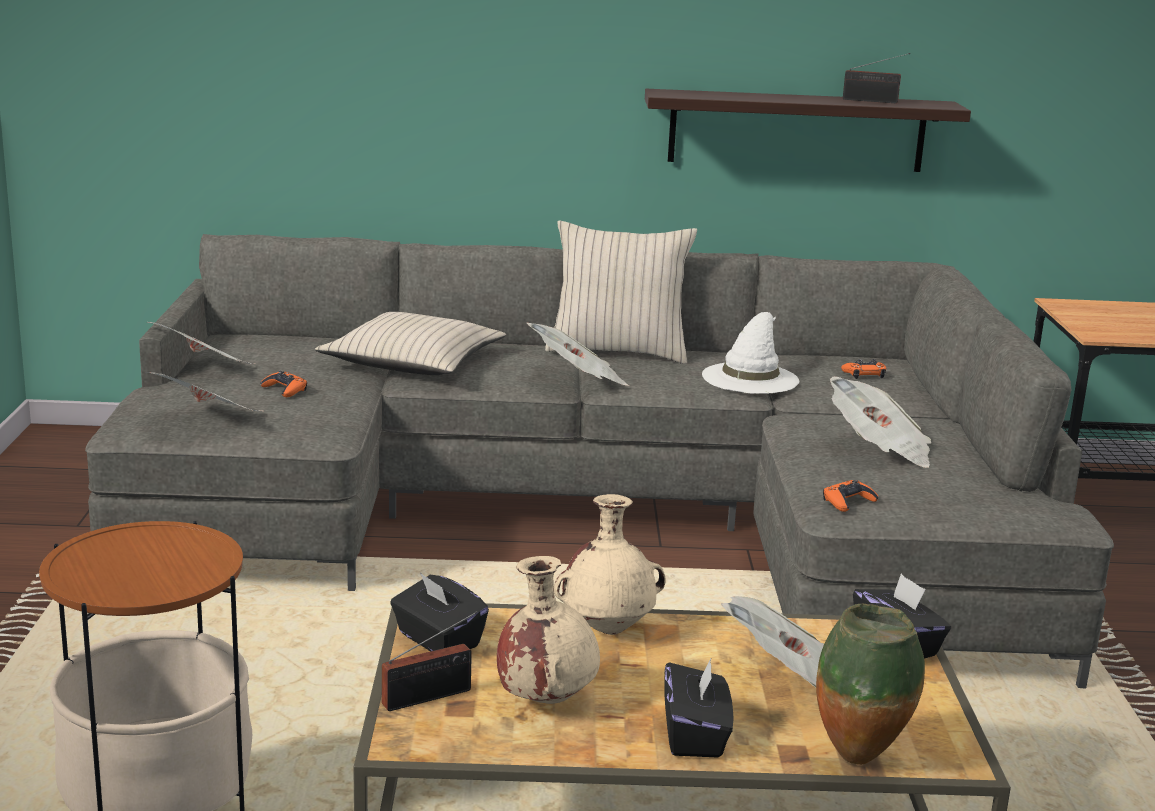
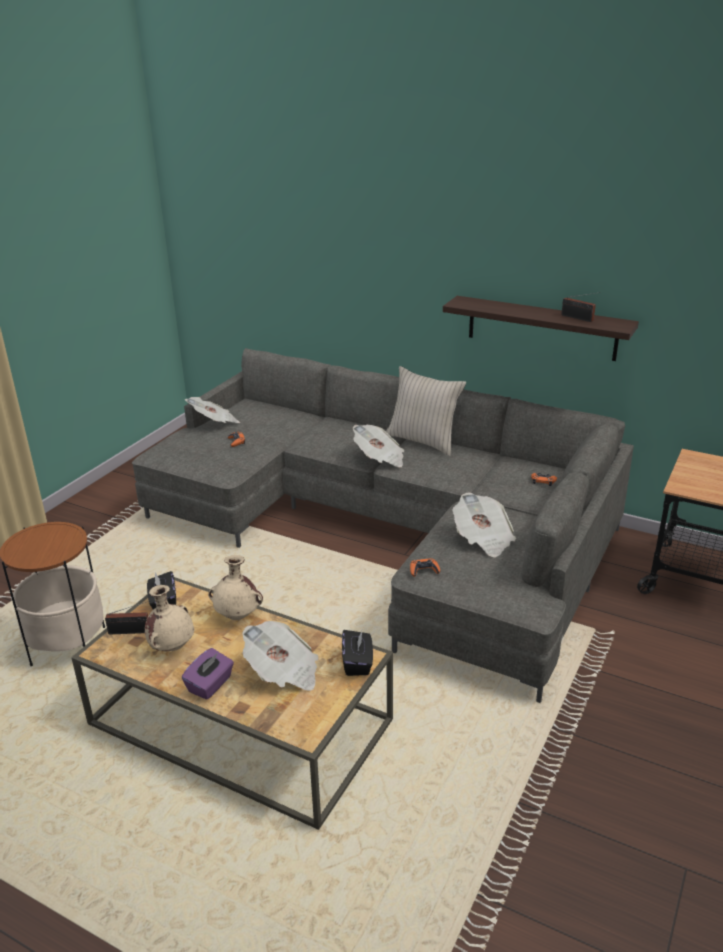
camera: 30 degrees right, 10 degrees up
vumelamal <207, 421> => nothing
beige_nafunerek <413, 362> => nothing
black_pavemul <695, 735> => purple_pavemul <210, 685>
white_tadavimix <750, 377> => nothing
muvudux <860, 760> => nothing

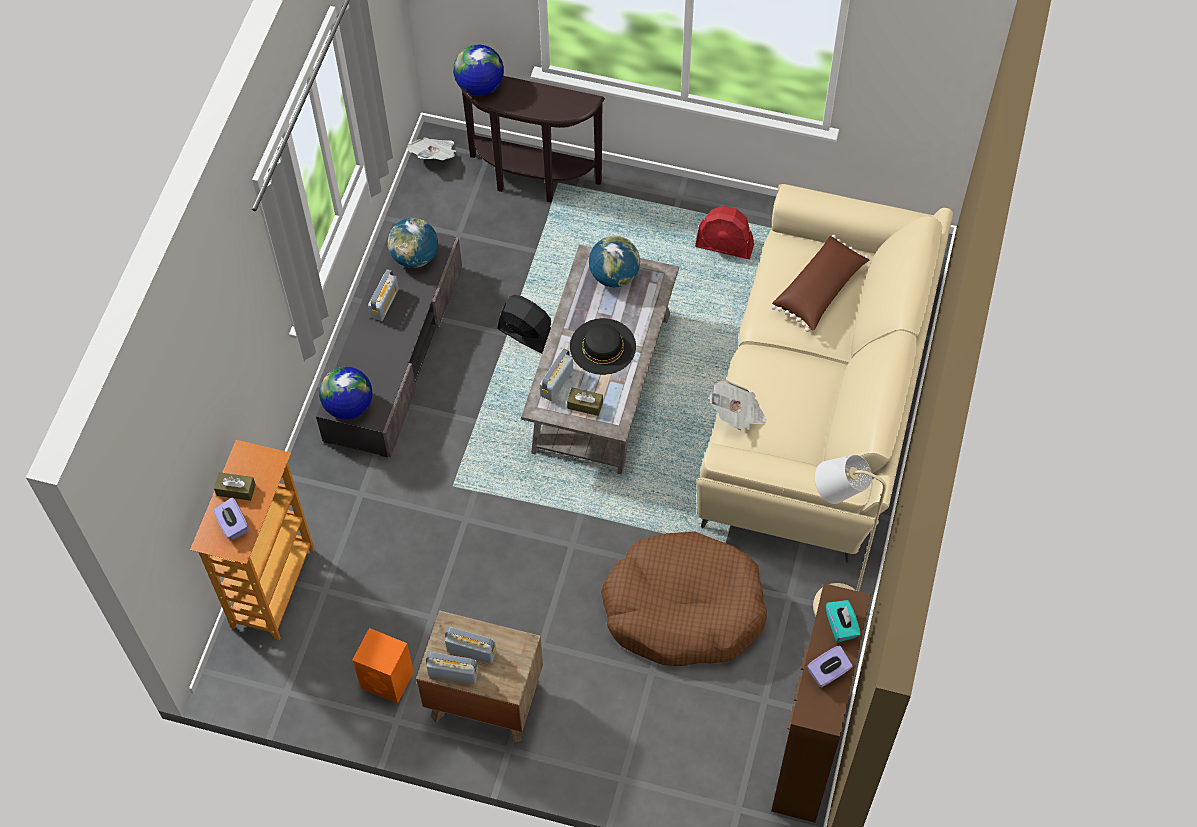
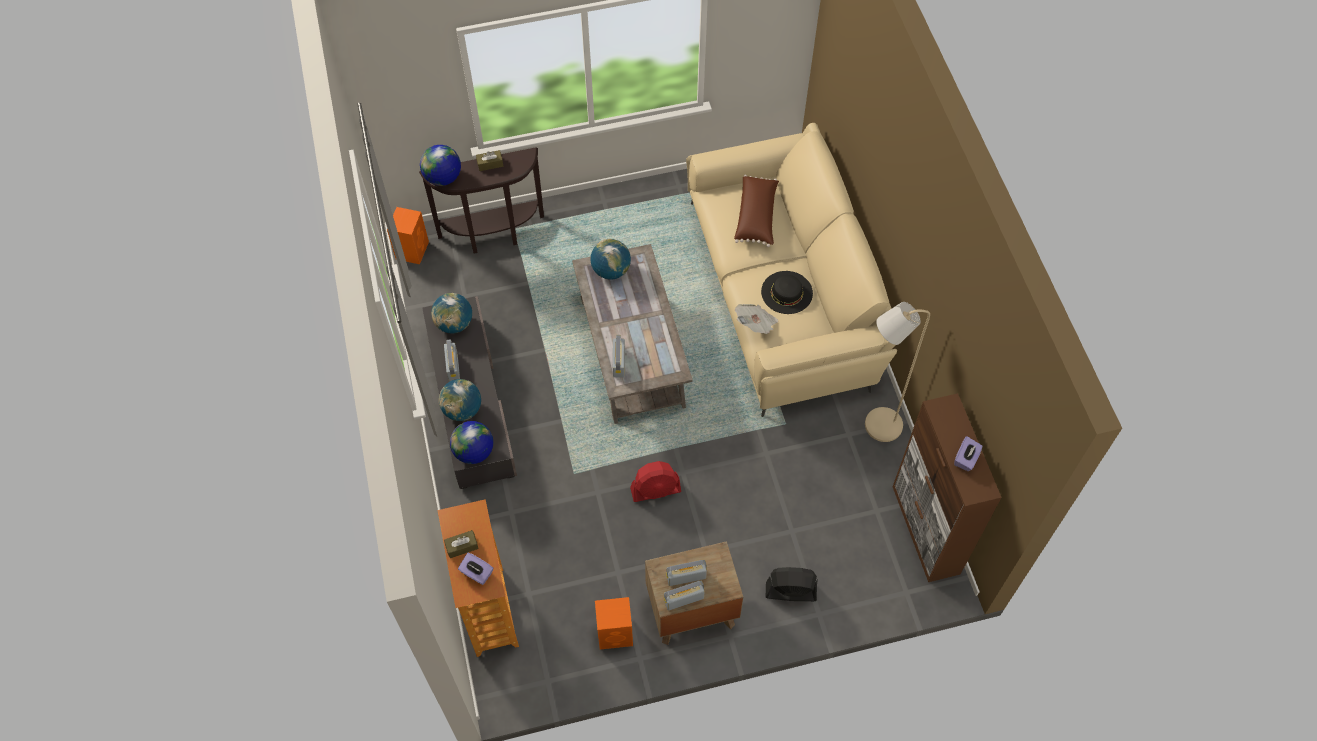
camera: 30 degrees left, 0 degrees up
vumelamal <435, 156> => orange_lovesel <412, 249>
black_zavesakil <526, 335> => black_zavesakil <790, 591>, shifted
brown_pavemul <585, 405> => brown_pavemul <490, 164>, shifted
black_tadavimix <602, 346> => black_tadavimix <787, 292>, shifted
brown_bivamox <683, 609> => nothing
red_zavesakil <724, 246> => red_zavesakil <656, 490>, shifted
turquoise_pavemul <841, 626> => nothing
nothing => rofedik <462, 410>

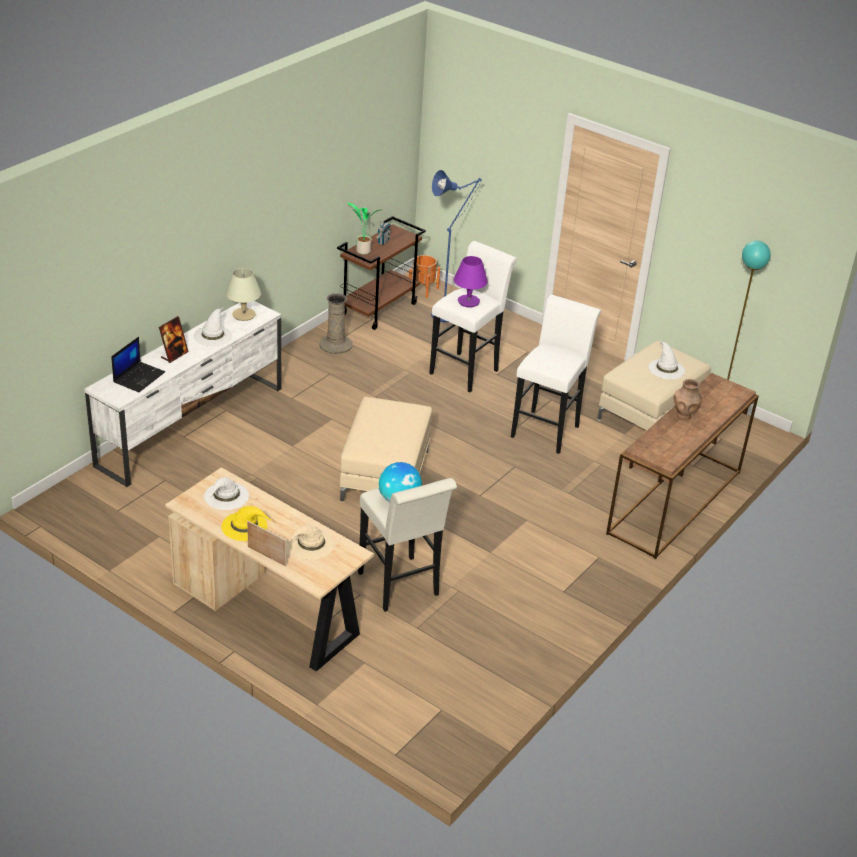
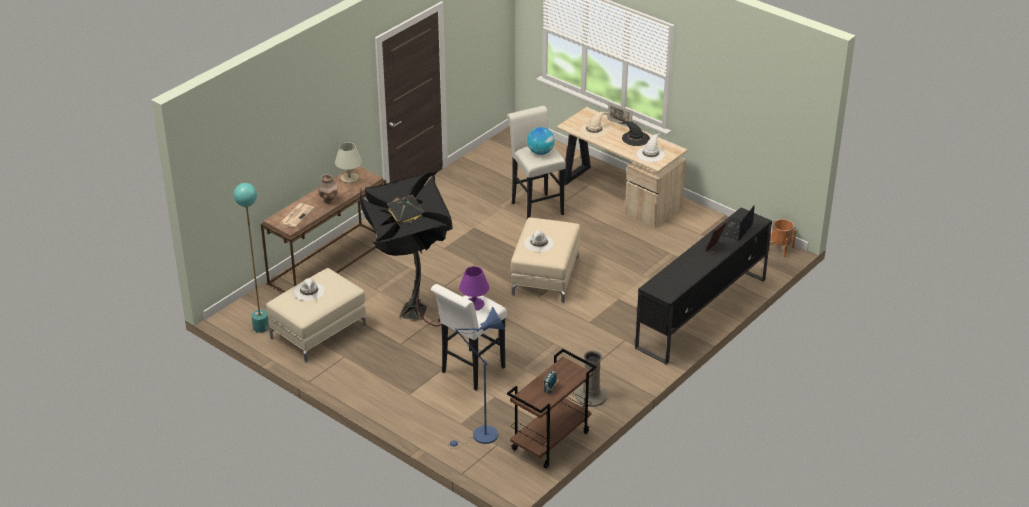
camera: 175 degrees left, 0 degrees up
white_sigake <192, 426> => black_sigake <701, 313>
white_tadavimix <213, 335> => white_tadavimix <539, 243>, shifted
yellow_tadavimix <245, 526> => black_tadavimix <635, 138>
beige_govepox <244, 315> => beige_govepox <349, 178>, shifted
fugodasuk <362, 251> => nothing
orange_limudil <423, 289> => orange_limudil <780, 249>, shifted
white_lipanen <547, 429> => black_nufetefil <410, 317>
nothing => vumelamal <297, 215>

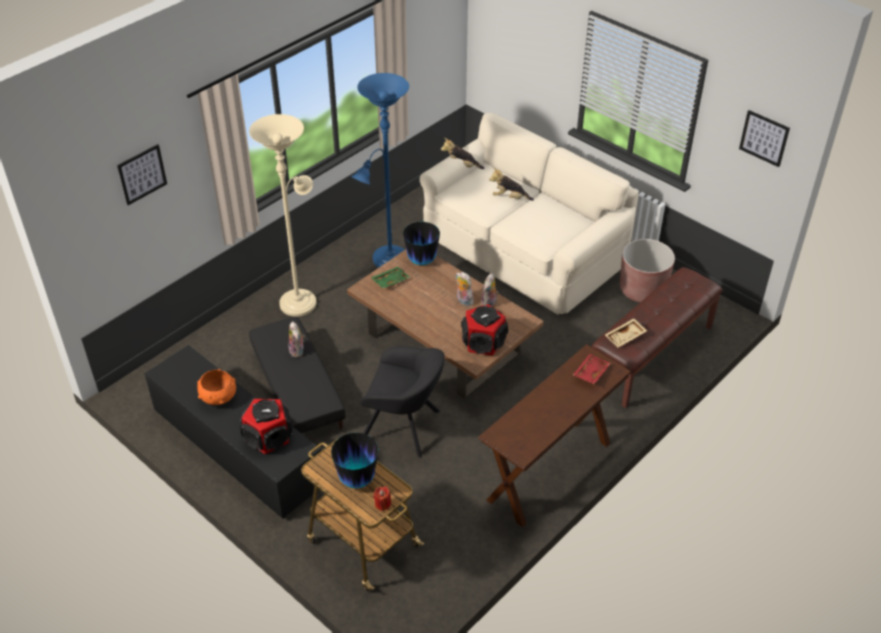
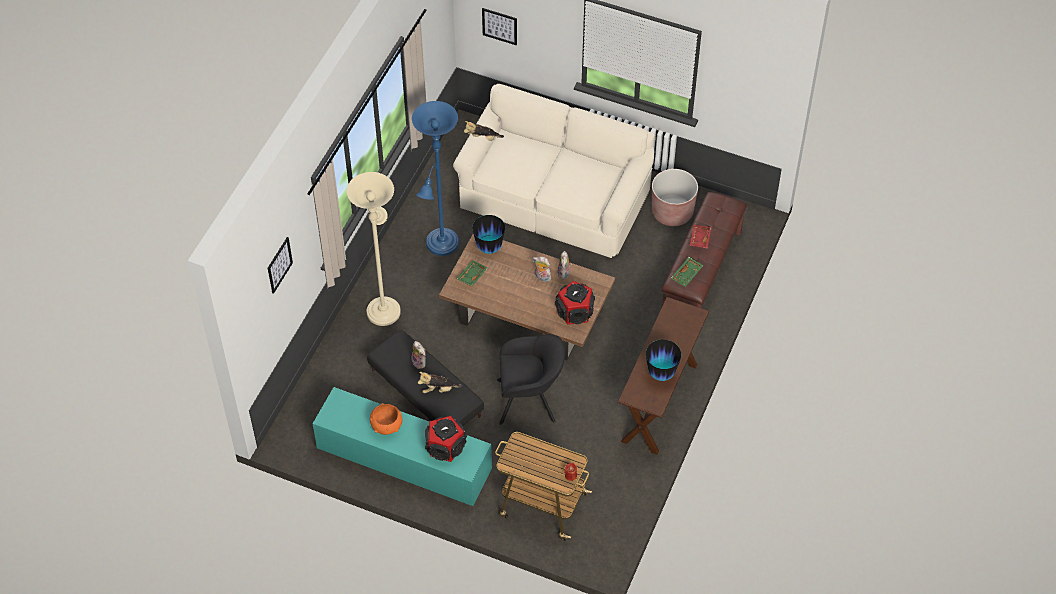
camera: 20 degrees left, 10 degrees up
black_sigake <236, 448> => turquoise_sigake <403, 460>
muvudux <357, 480> => muvudux <661, 373>, shifted
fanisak <509, 198> => fanisak <438, 389>, shifted
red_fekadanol <590, 372> => red_fekadanol <699, 239>, shifted
beige_fekadanol <625, 337> => green_fekadanol <687, 275>
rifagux <764, 138> => rifagux <499, 26>, shifted

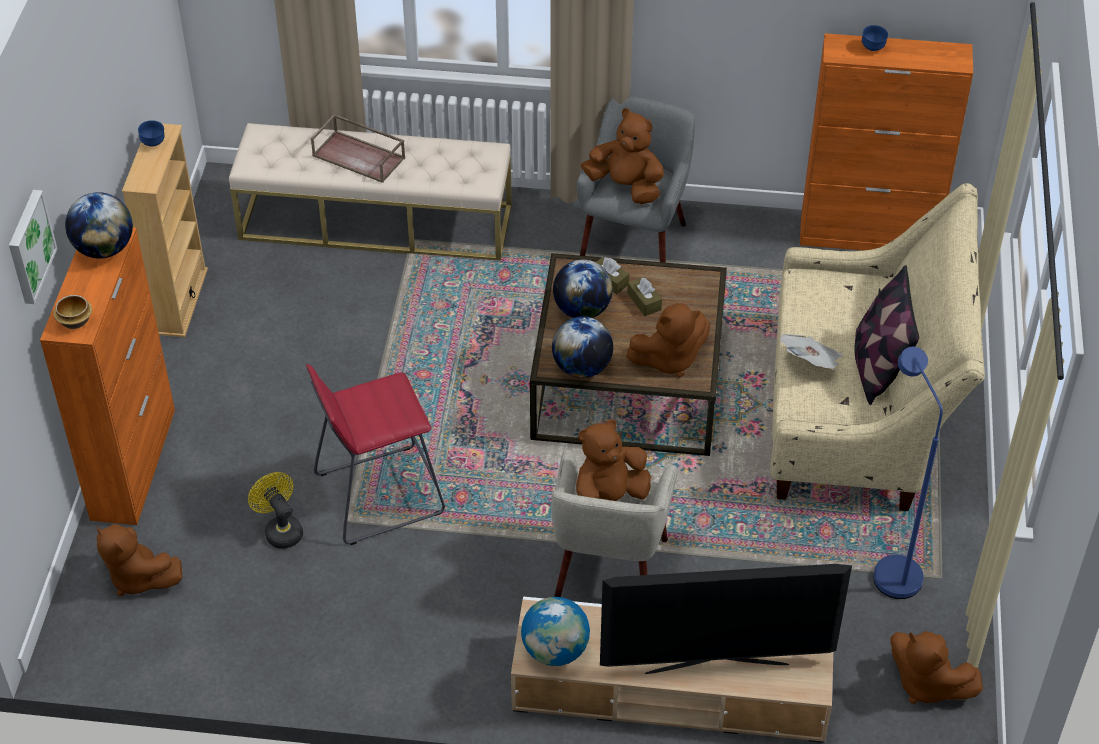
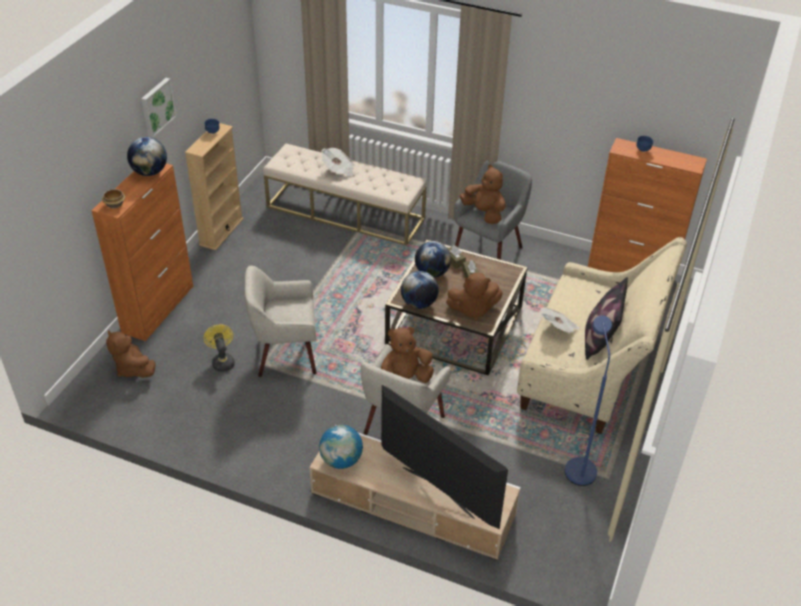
camera: 15 degrees right, 5 degrees down
rifagux <29, 246> => rifagux <157, 107>, shifted
red_lipanen <378, 495> => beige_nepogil <285, 354>
brown_fekadanol <360, 156> => vumelamal <338, 170>
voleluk <716, 667> => voleluk <436, 493>, 150 degrees counterclockwise
brown_fanisak <926, 684> => nothing

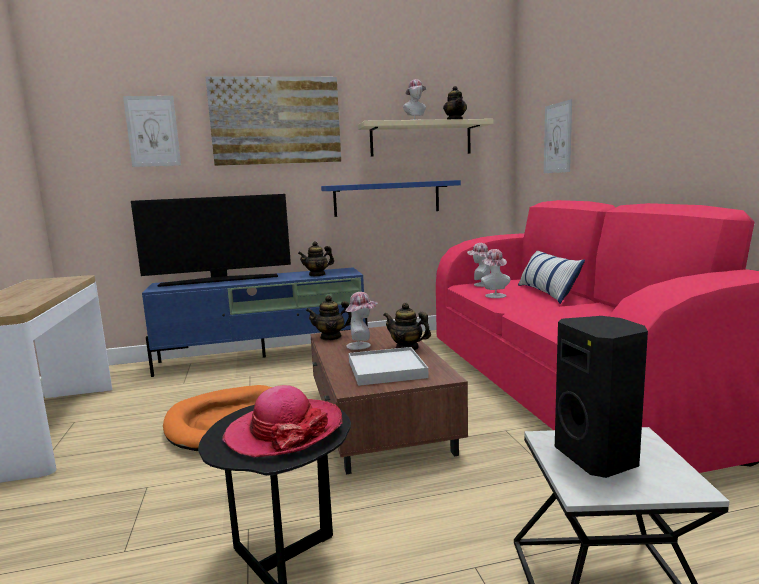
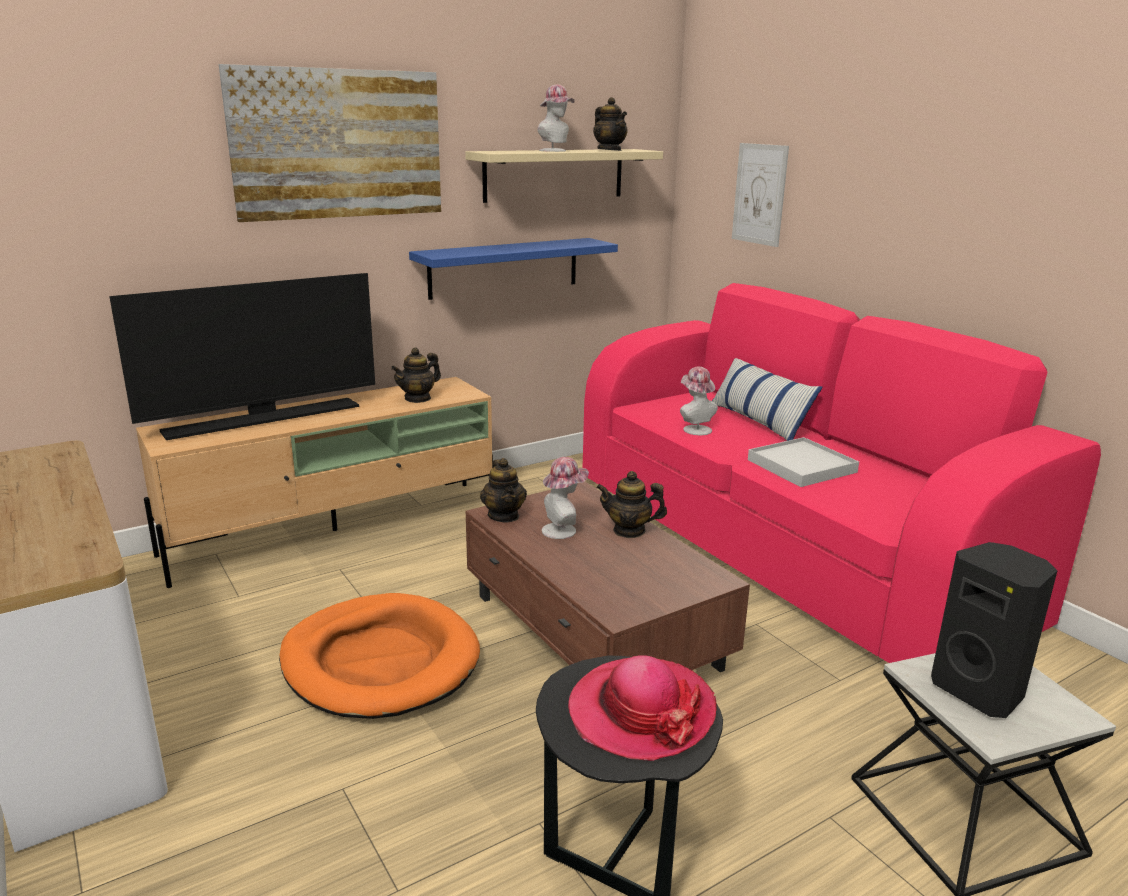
camera: 20 degrees left, 10 degrees up
rifagux <152, 131> => nothing
blue_sigake <265, 357> => beige_sigake <337, 529>
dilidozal <331, 337> => dilidozal <504, 516>, 75 degrees counterclockwise
white_fekadanol <387, 369> => white_fekadanol <801, 466>, shifted
tadavimix <480, 284> => nothing

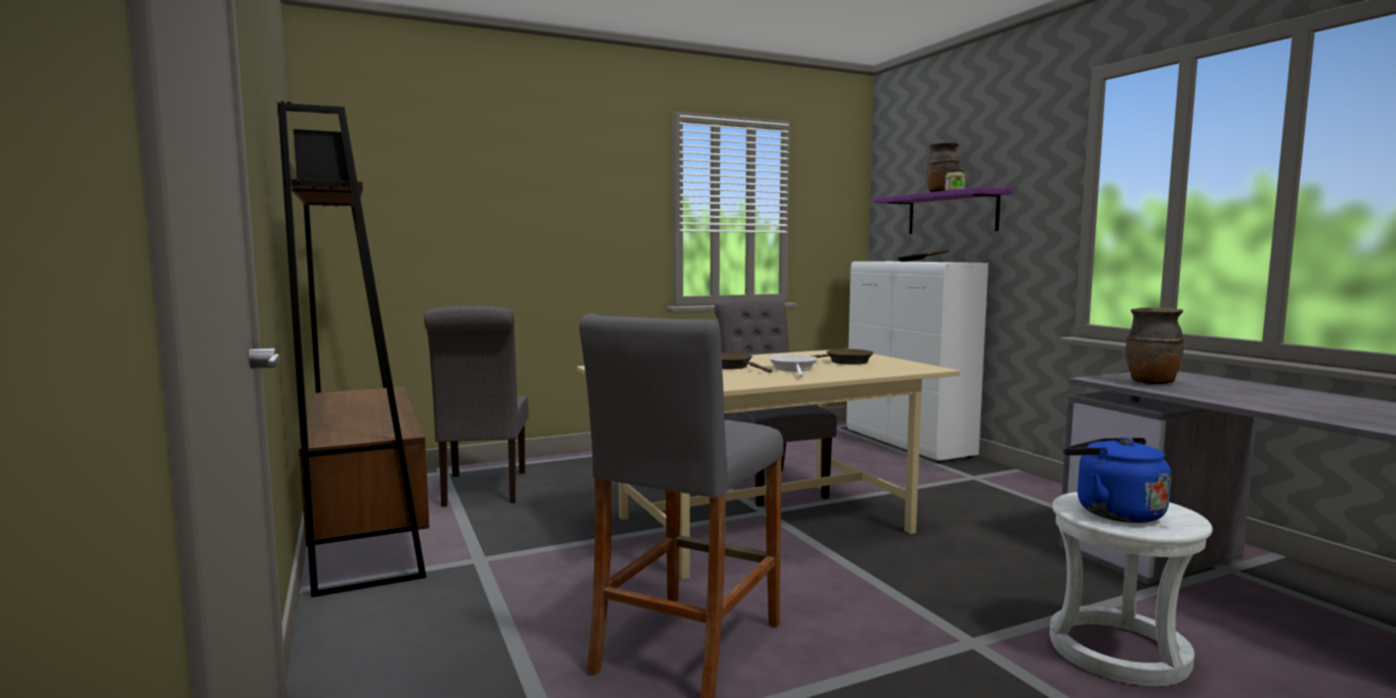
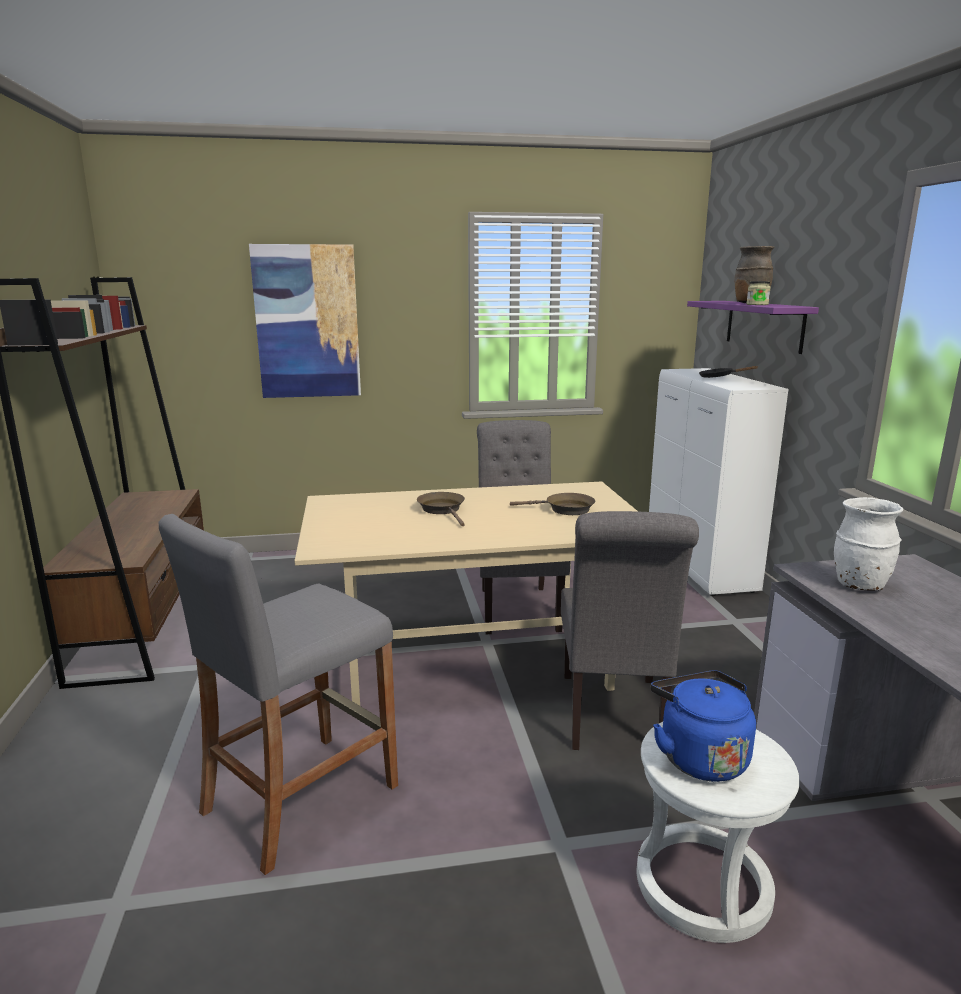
camera: 15 degrees right, 10 degrees up
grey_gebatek <483, 490> => grey_gebatek <613, 717>, shifted
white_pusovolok <794, 369> => nothing
brown_muvudux <1151, 383> => white_muvudux <859, 585>
nothing => rifagux <307, 322>

